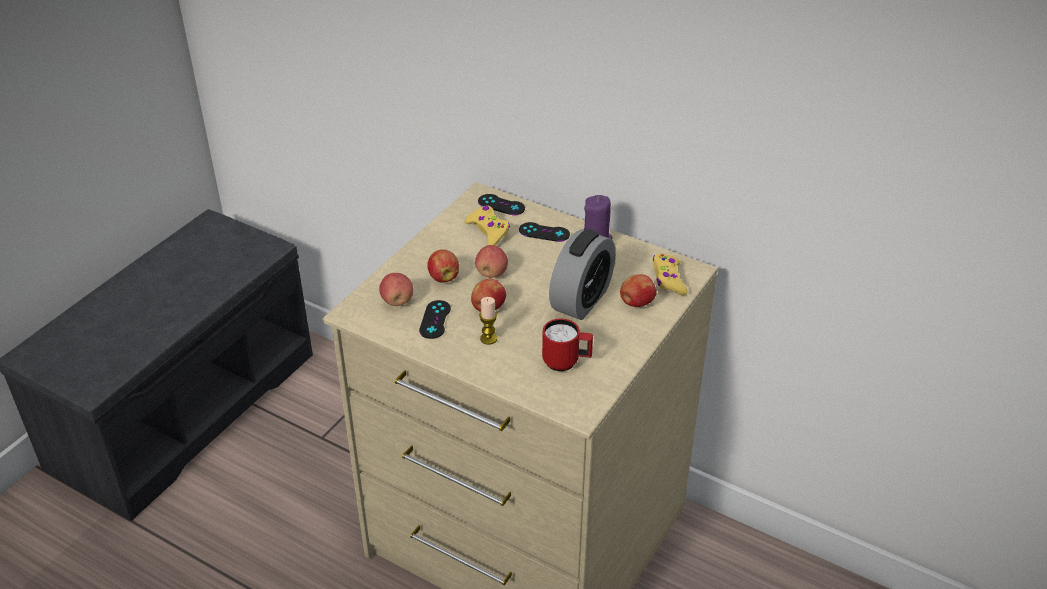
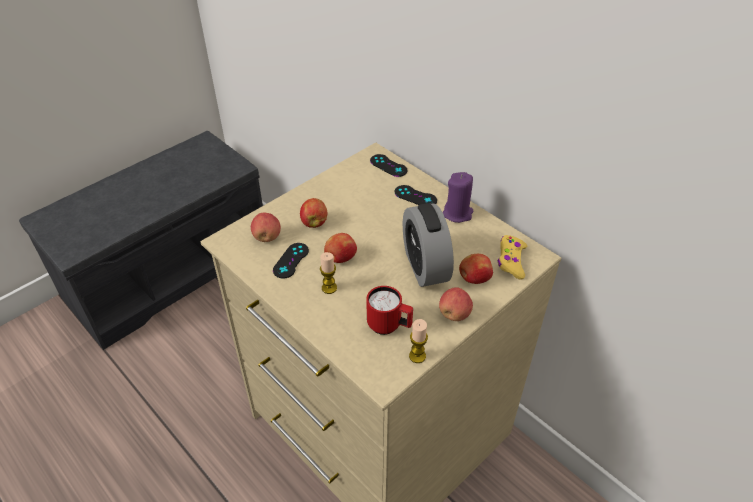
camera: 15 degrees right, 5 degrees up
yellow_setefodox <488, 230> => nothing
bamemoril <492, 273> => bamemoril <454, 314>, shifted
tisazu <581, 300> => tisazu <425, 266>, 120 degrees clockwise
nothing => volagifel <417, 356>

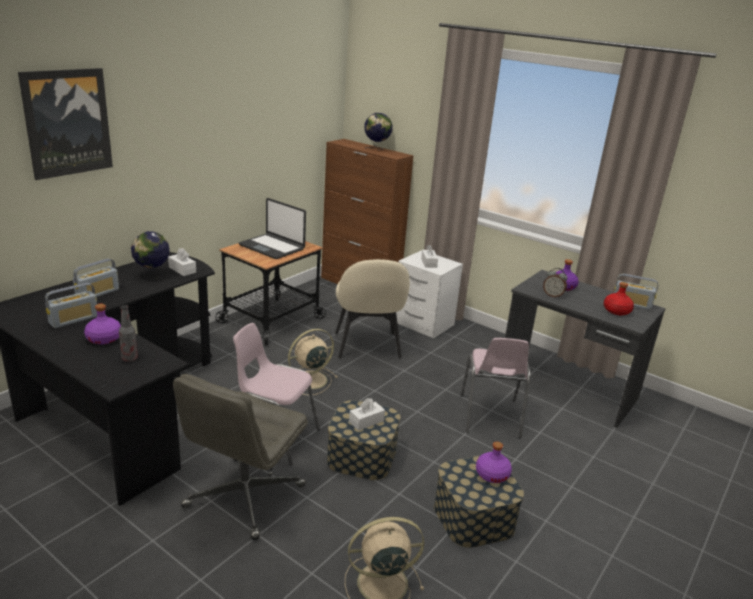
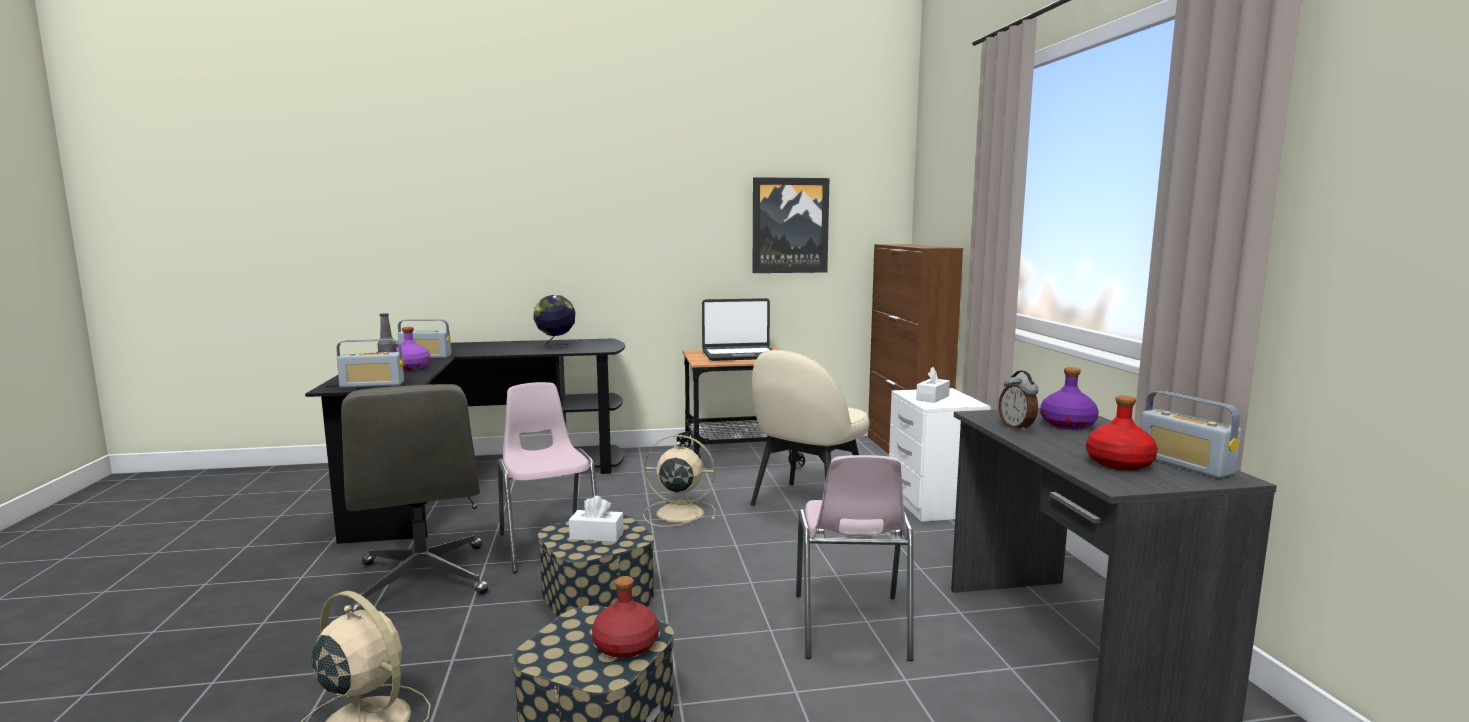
camera: 45 degrees right, 15 degrees down
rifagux <67, 122> => rifagux <790, 225>, shifted
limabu <97, 293> => limabu <372, 384>, shifted
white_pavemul <182, 270> => nothing
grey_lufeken <244, 497> => grey_lufeken <423, 579>, 90 degrees counterclockwise
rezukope <272, 247> => rezukope <740, 355>, 90 degrees counterclockwise
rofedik <376, 149> => nothing
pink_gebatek <490, 416> => pink_gebatek <850, 627>, 45 degrees counterclockwise
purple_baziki <492, 474> => red_baziki <626, 645>

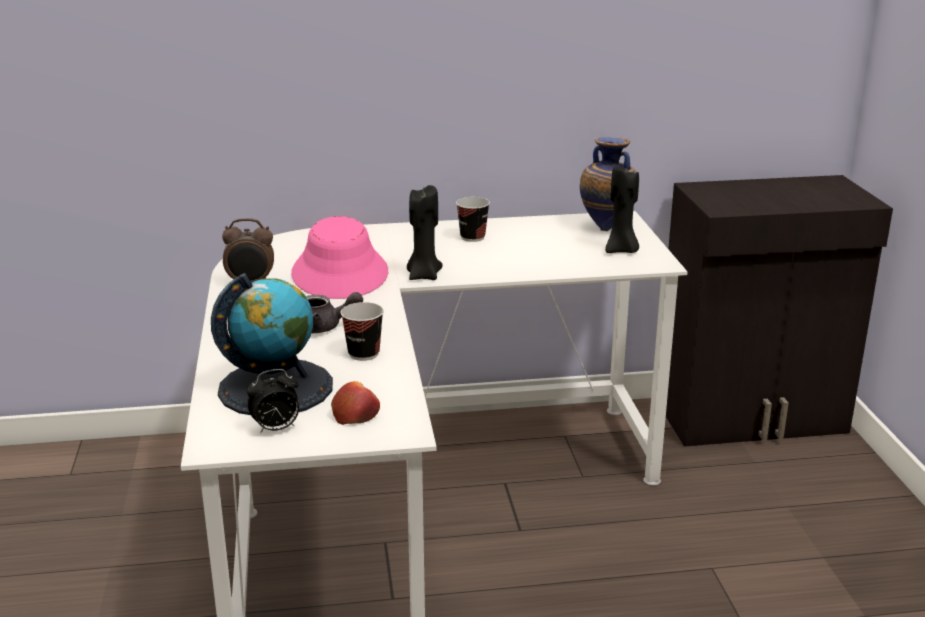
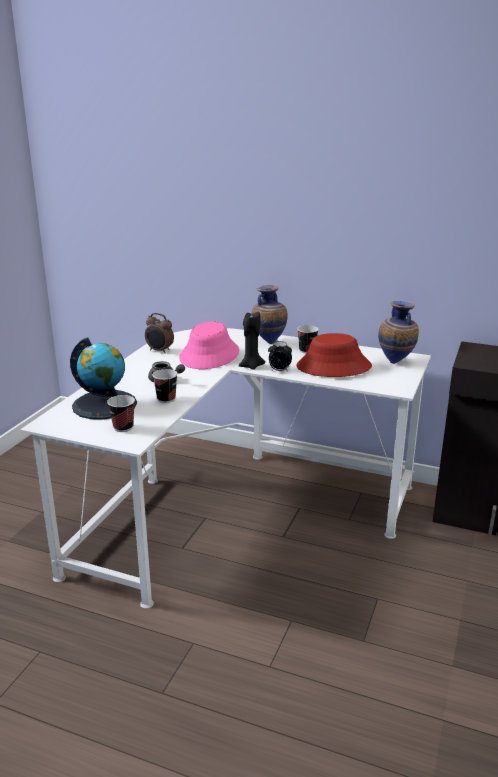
camera: 30 degrees right, 0 degrees up
tisazu <276, 429> => tisazu <279, 371>, shifted
bamemoril <356, 413> => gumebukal <123, 427>
black_volagifel <621, 251> => nothing
nothing => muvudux <269, 342>
nothing => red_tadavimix <333, 367>

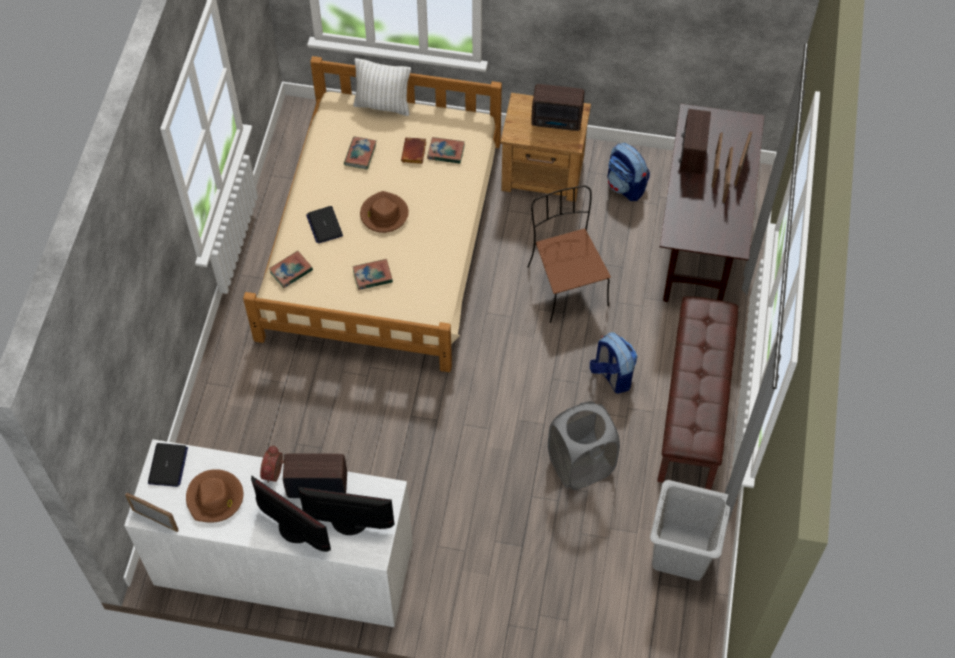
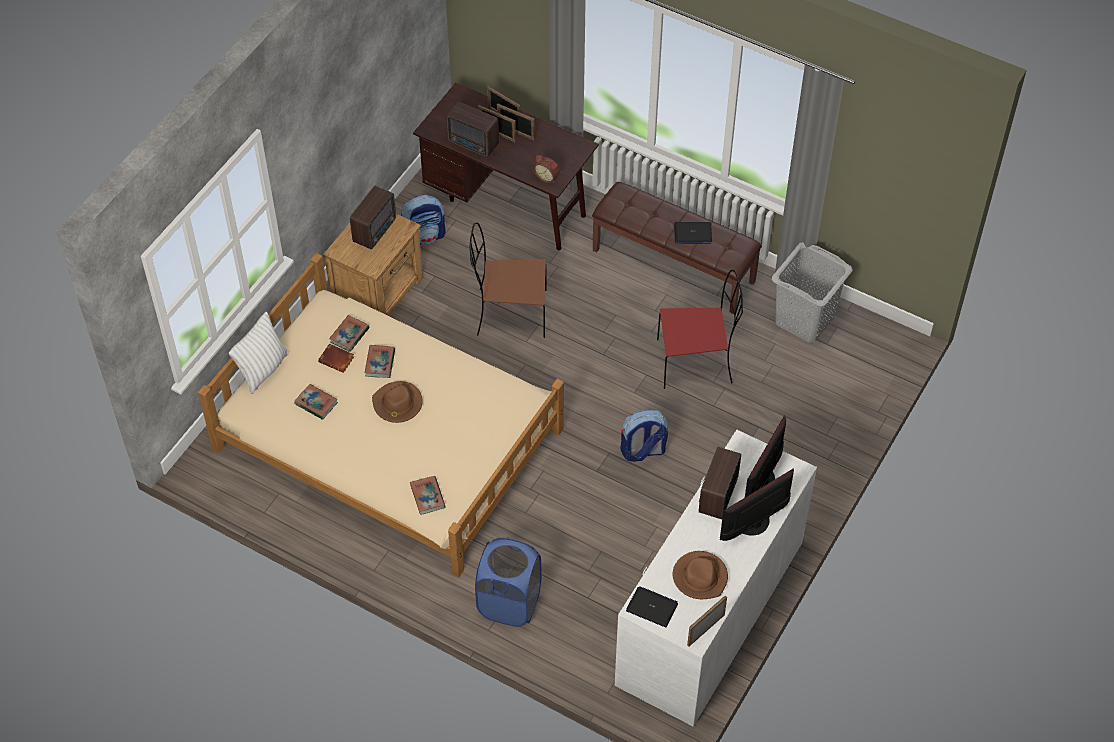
camera: 70 degrees left, 5 degrees down
tisazu <275, 472> => tisazu <547, 177>, shifted
rezukope <324, 225> => rezukope <692, 233>, shifted
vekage <372, 276> => vekage <380, 363>, shifted
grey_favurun <580, 464> => red_gebatek <696, 361>
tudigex <611, 375> => tudigex <642, 451>, shifted
nothing => blue_favurun <509, 603>

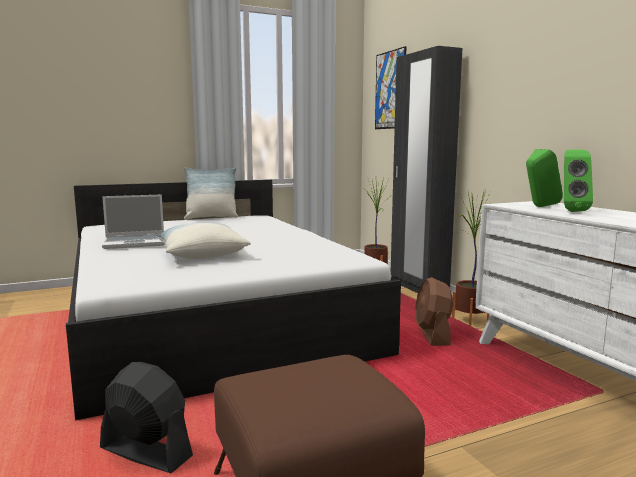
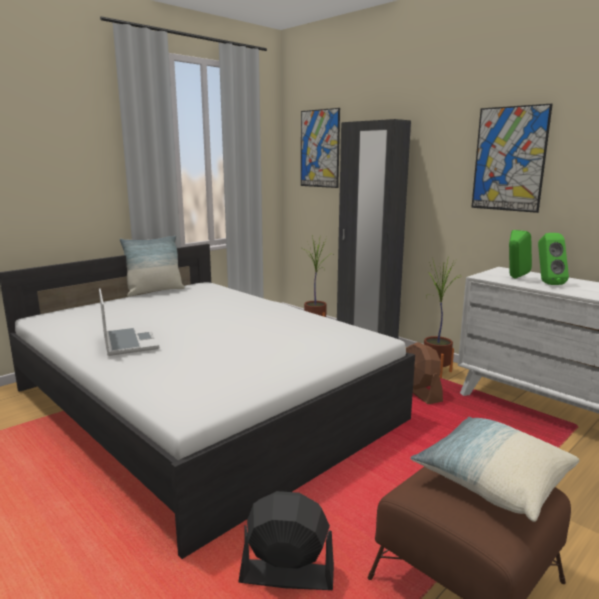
camera: 20 degrees left, 5 degrees up
rezukope <136, 243> => rezukope <129, 342>, 75 degrees counterclockwise
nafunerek <201, 255> => nafunerek <492, 481>, shifted
nothing => rifagux <509, 159>

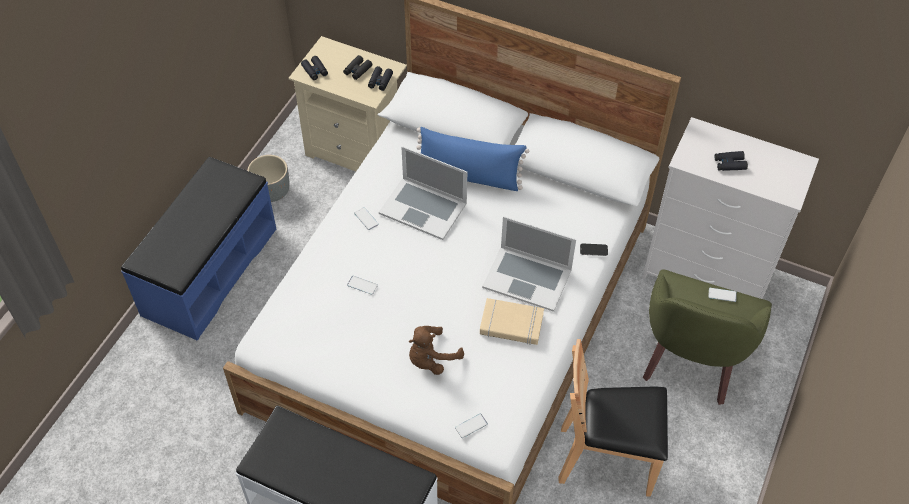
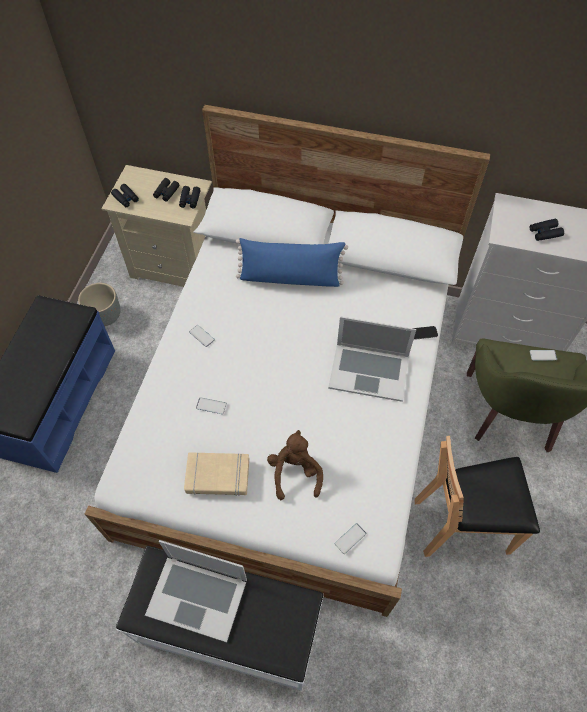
camera: 10 degrees left, 5 degrees up
rezukope <423, 208> => rezukope <197, 596>, shifted
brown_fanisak <431, 359> => brown_fanisak <295, 472>, 135 degrees clockwise
beige_vekage <511, 325> => beige_vekage <217, 476>, shifted

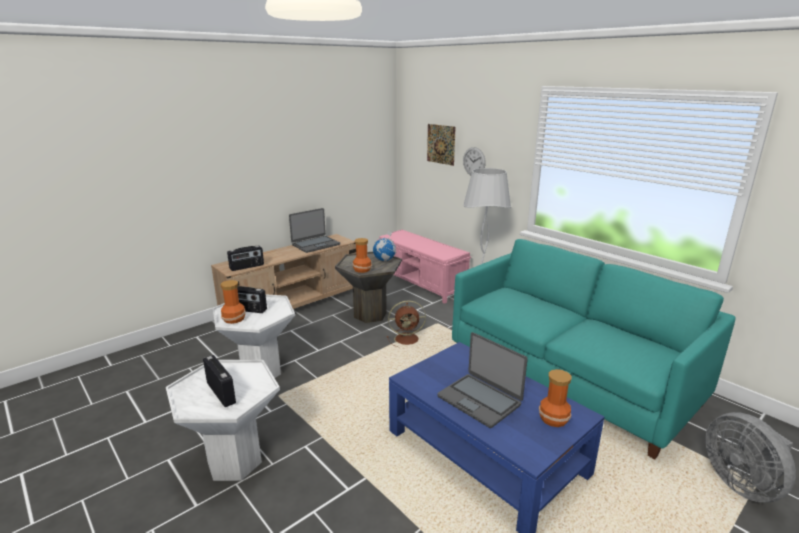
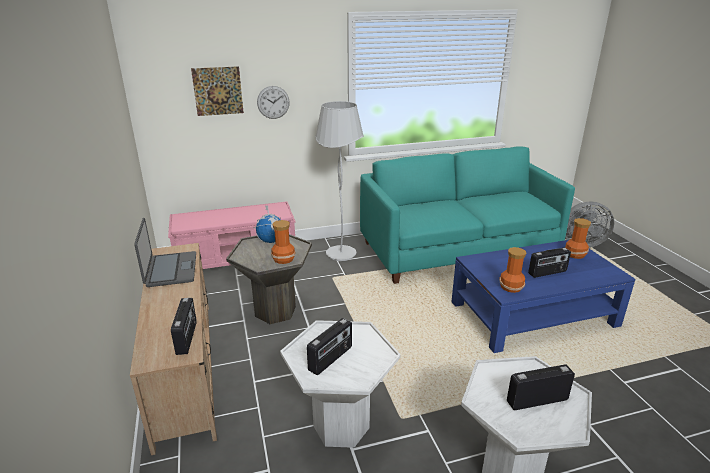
camera: 65 degrees left, 5 degrees up
muvudux <234, 319> => muvudux <511, 286>, shifted
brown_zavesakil <408, 339> => nothing
rezukope <479, 400> => limabu <547, 273>

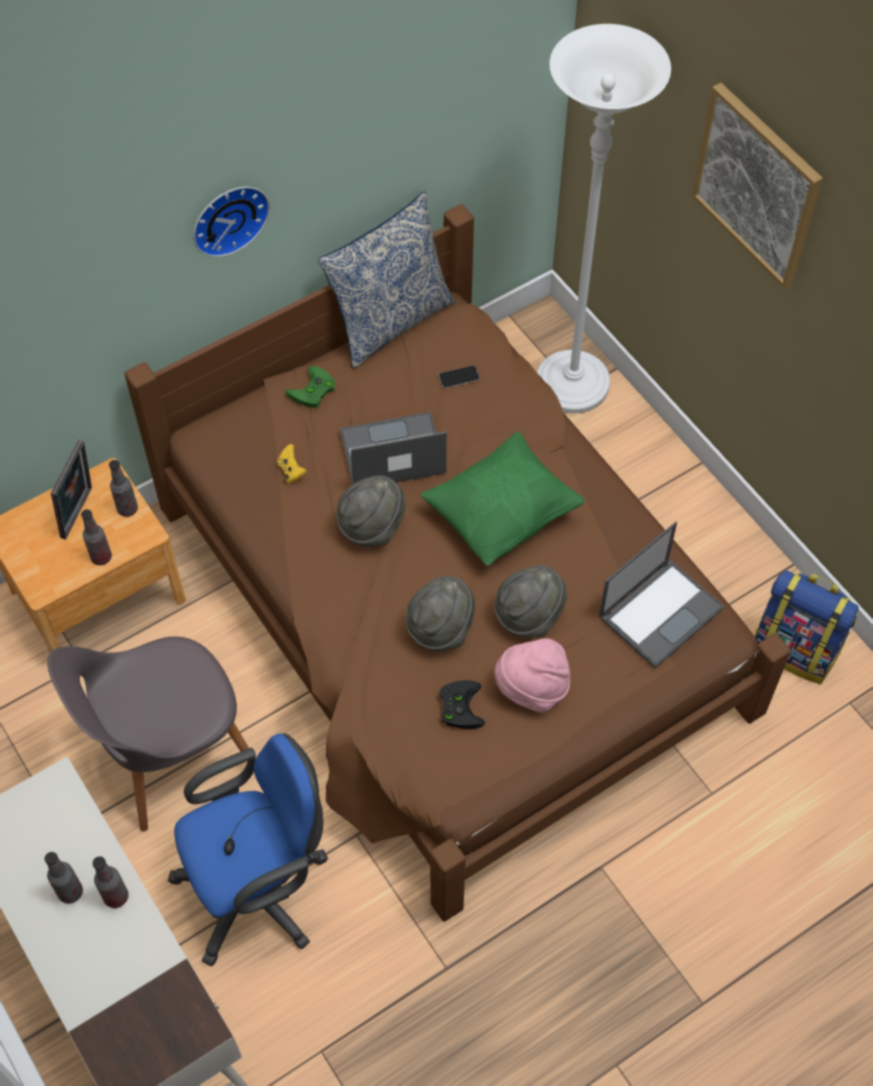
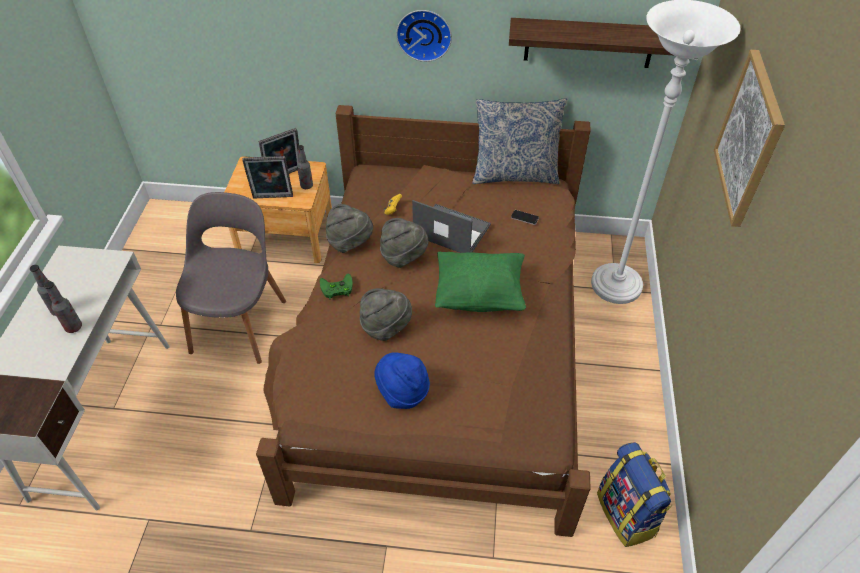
camera: 40 degrees right, 10 degrees down
grey_gebatek <170, 754> => grey_gebatek <240, 323>, 90 degrees clockwise
baziki <101, 557> => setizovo <272, 198>
blue_lufeken <260, 888> => nothing
green_setefodox <313, 391> => green_setefodox <336, 289>, shifted
black_setefodox <459, 705> => nothing
grey_tadavimix <528, 615> => grey_tadavimix <350, 243>, shifted
pink_tadavimix <532, 688> => blue_tadavimix <402, 392>
rezukope <661, 611> => nothing
nothing => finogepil <589, 43>

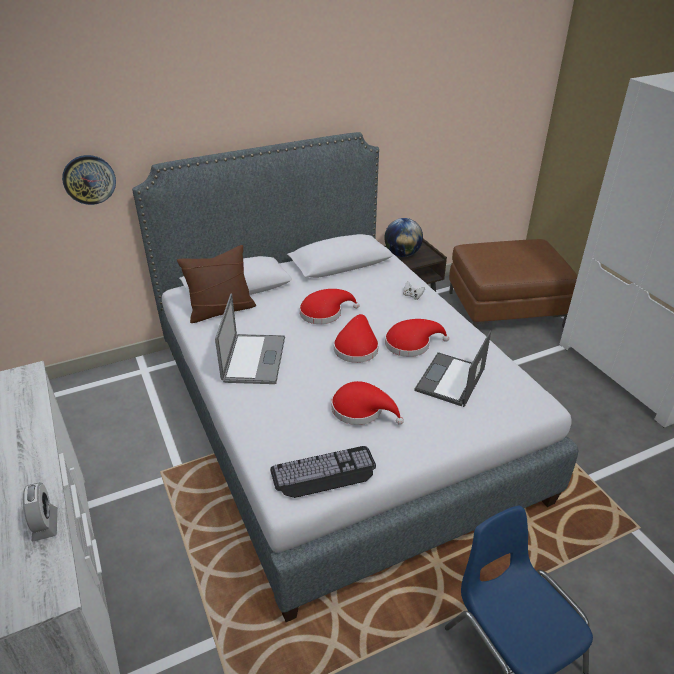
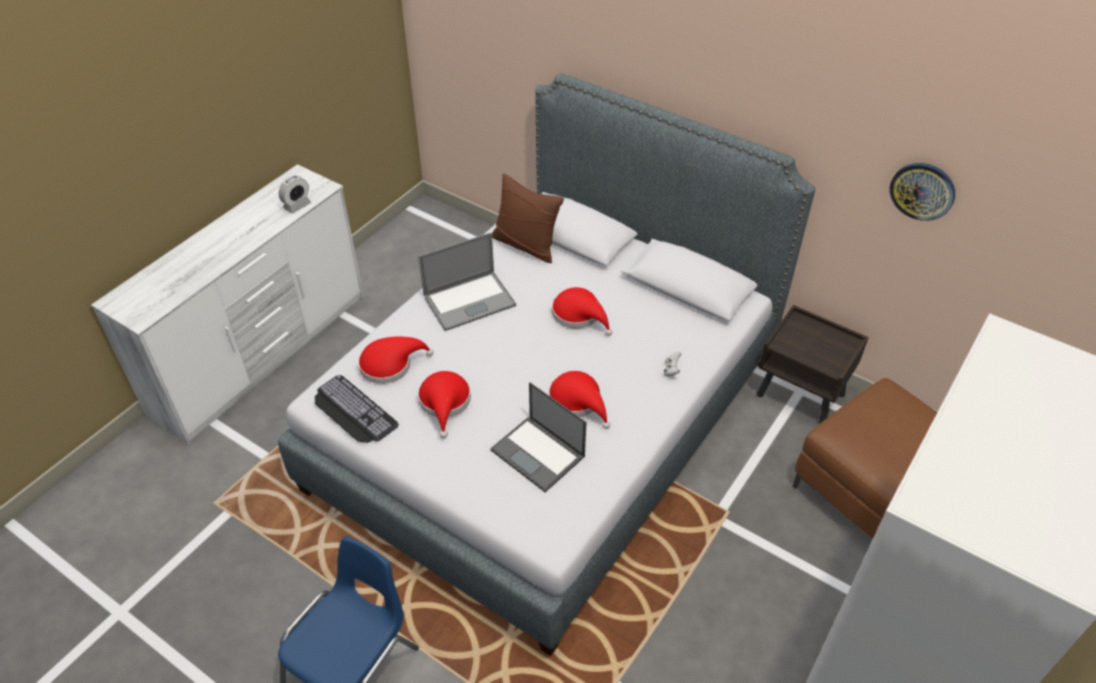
camera: 60 degrees right, 10 degrees up
tisazu <45, 525> => tisazu <297, 205>, shifted
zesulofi <89, 179> => zesulofi <922, 191>, shifted
red_tadavimix <356, 347> => red_tadavimix <390, 364>, shifted
rofedik <402, 254> => nothing
rezukope <450, 380> => rezukope <539, 454>, 135 degrees counterclockwise

